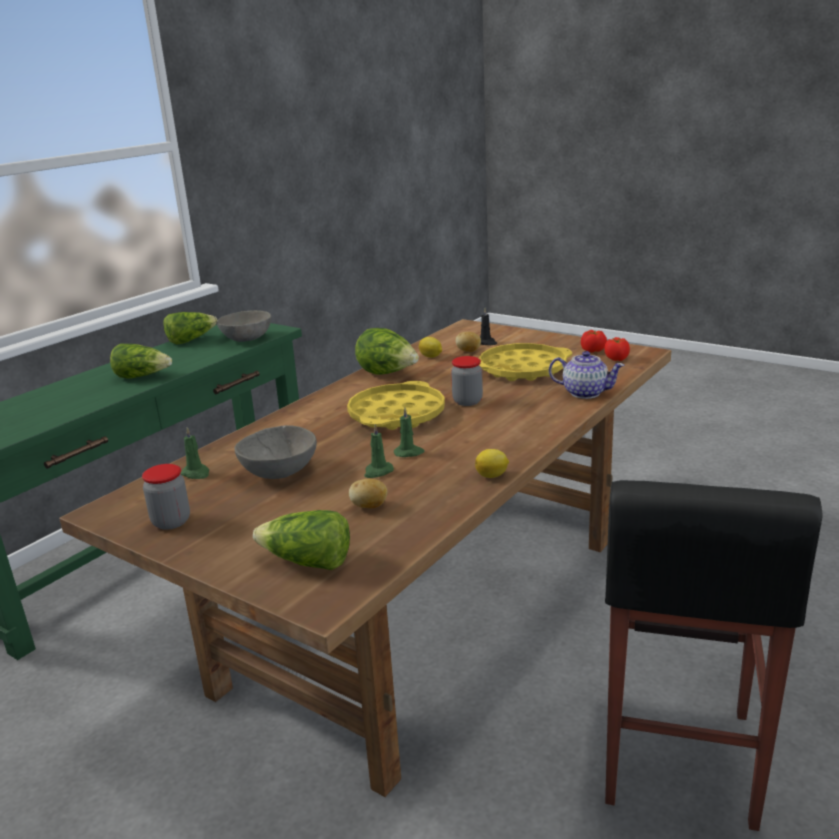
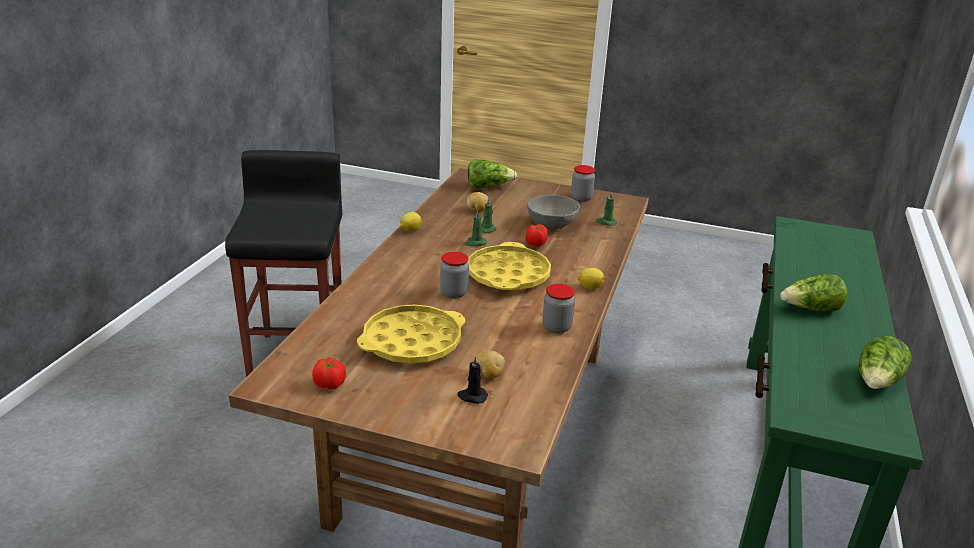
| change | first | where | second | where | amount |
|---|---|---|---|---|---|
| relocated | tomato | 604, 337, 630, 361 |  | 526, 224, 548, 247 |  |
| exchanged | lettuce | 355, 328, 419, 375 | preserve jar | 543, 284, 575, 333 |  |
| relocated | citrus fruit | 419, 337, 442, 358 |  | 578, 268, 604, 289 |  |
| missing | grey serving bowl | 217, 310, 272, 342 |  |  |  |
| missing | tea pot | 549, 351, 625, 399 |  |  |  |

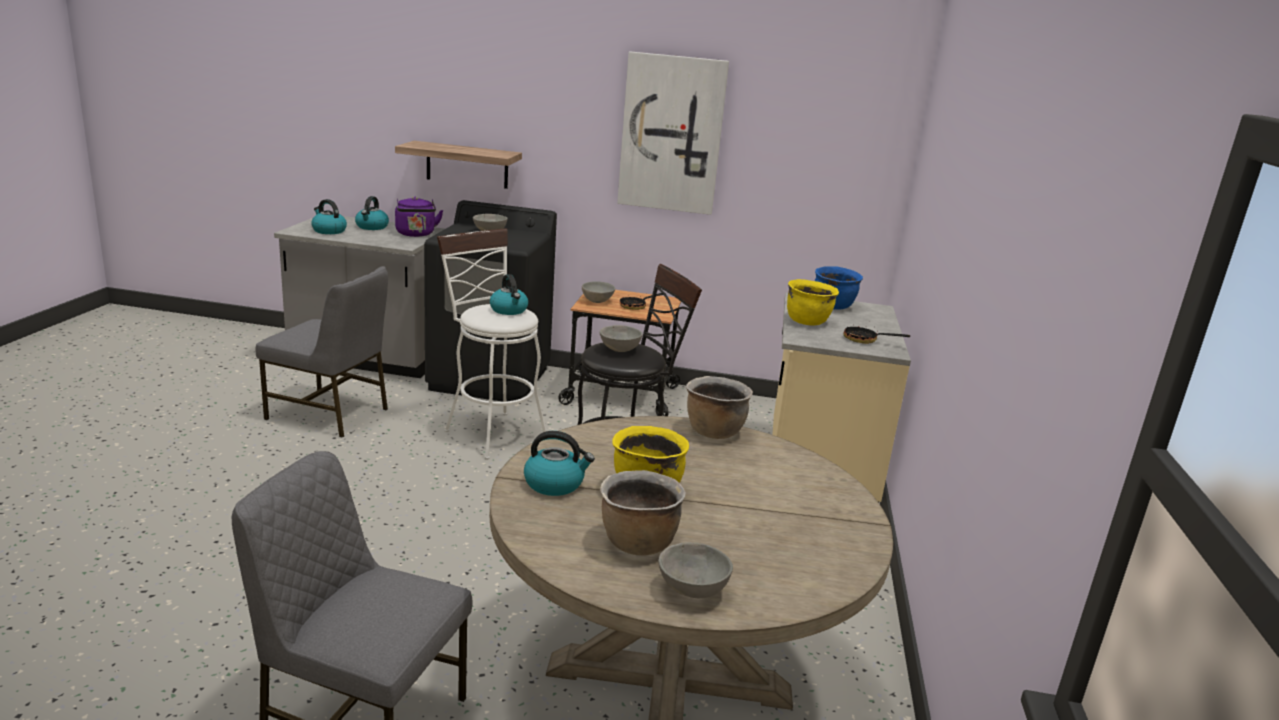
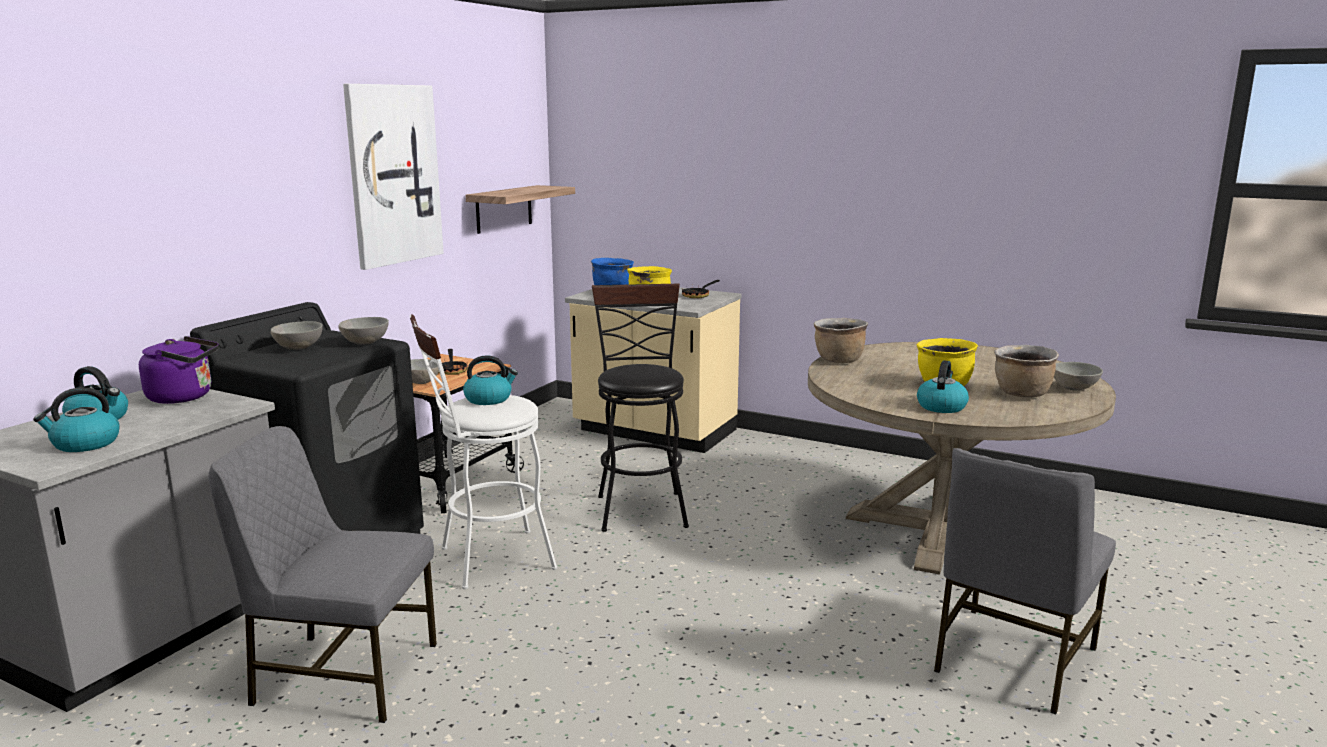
| change | first | where | second | where | amount |
|---|---|---|---|---|---|
| spun | grey upright chair | 255, 266, 388, 438 |  | 208, 426, 437, 723 | 120 degrees counterclockwise |
| relocated | grey serving bowl | 599, 325, 643, 352 |  | 338, 317, 389, 345 |  |
| relocated | wall shelf | 395, 141, 522, 189 |  | 466, 185, 575, 234 |  |

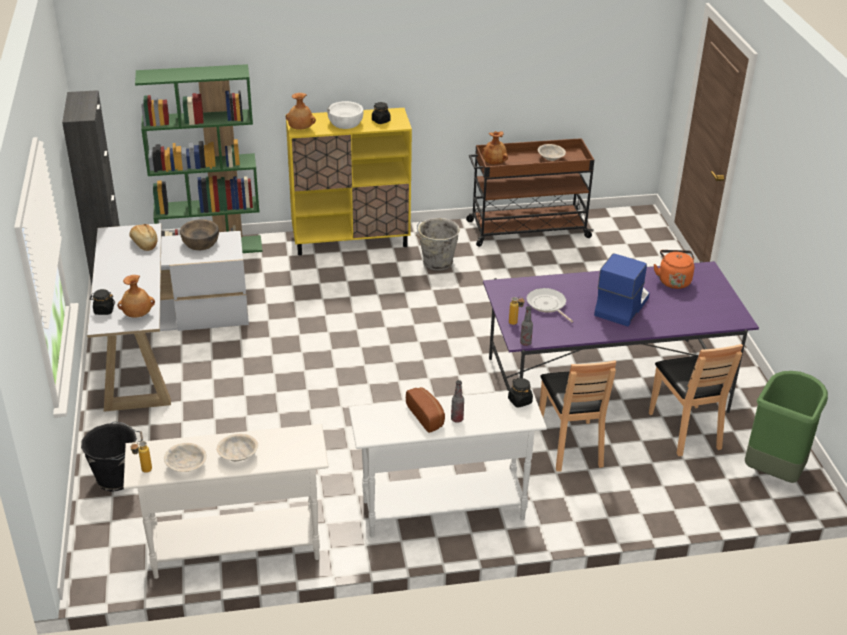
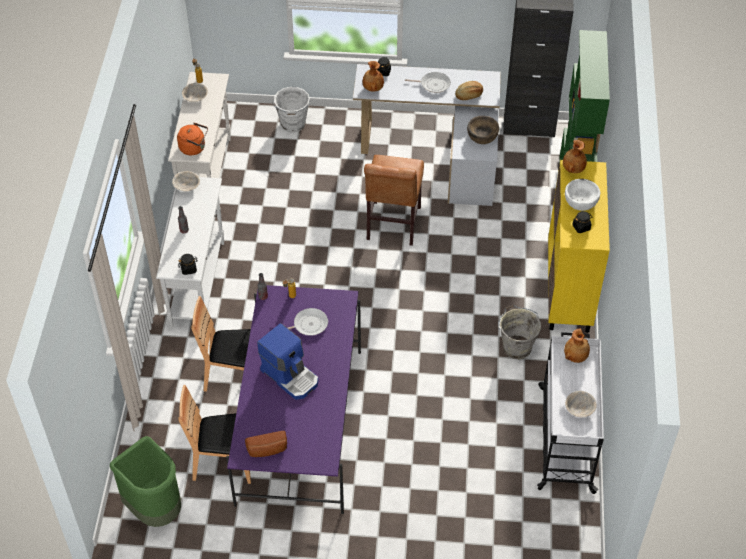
| change | first | where | second | where | amount |
|---|---|---|---|---|---|
| relocated | beige-coloured serving bowl | 217, 434, 258, 461 |  | 172, 171, 200, 191 |  |
| relocated | orange-coloured water kettle | 654, 250, 695, 289 |  | 177, 123, 208, 155 |  |
| relocated | bakery bread | 406, 387, 445, 433 |  | 245, 431, 287, 457 |  |
| colour | black pail | 81, 421, 143, 492 | whitish pail | 272, 87, 311, 132 |  |
| appeared |  |  | brown upright chair | 364, 155, 424, 246 |  |
| appeared |  |  | pan | 405, 72, 451, 93 |  |
| colour | brown wheeled cart | 466, 138, 594, 247 | whitish wheeled cart | 537, 332, 604, 494 |  |

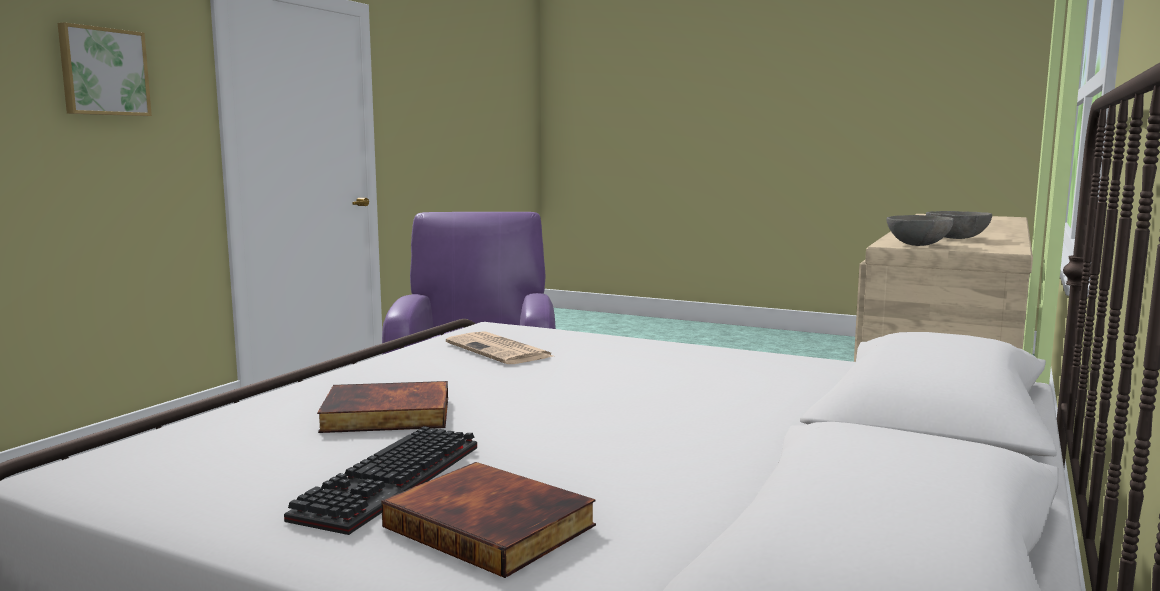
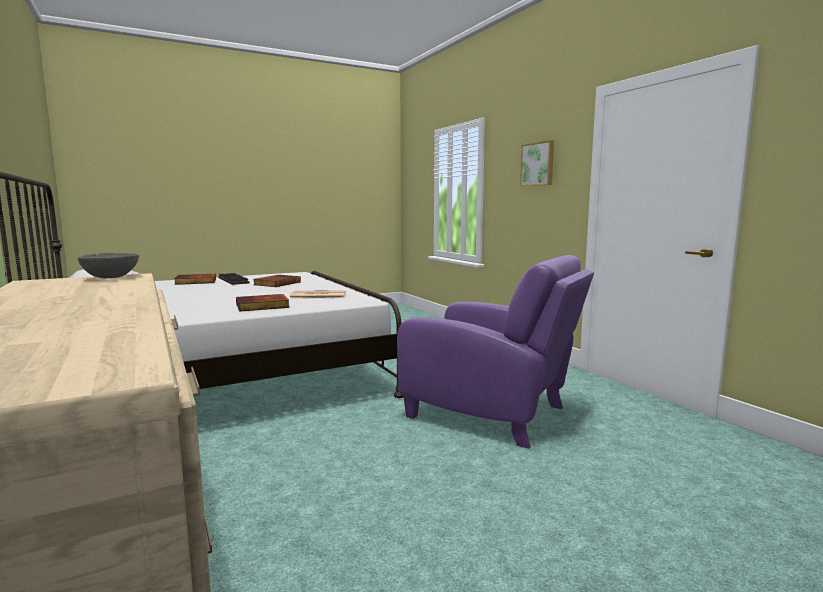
| change | first | where | second | where | amount |
|---|---|---|---|---|---|
| appeared |  |  | book | 236, 294, 290, 312 |  |
| missing | grey serving bowl | 926, 211, 992, 239 |  |  |  |

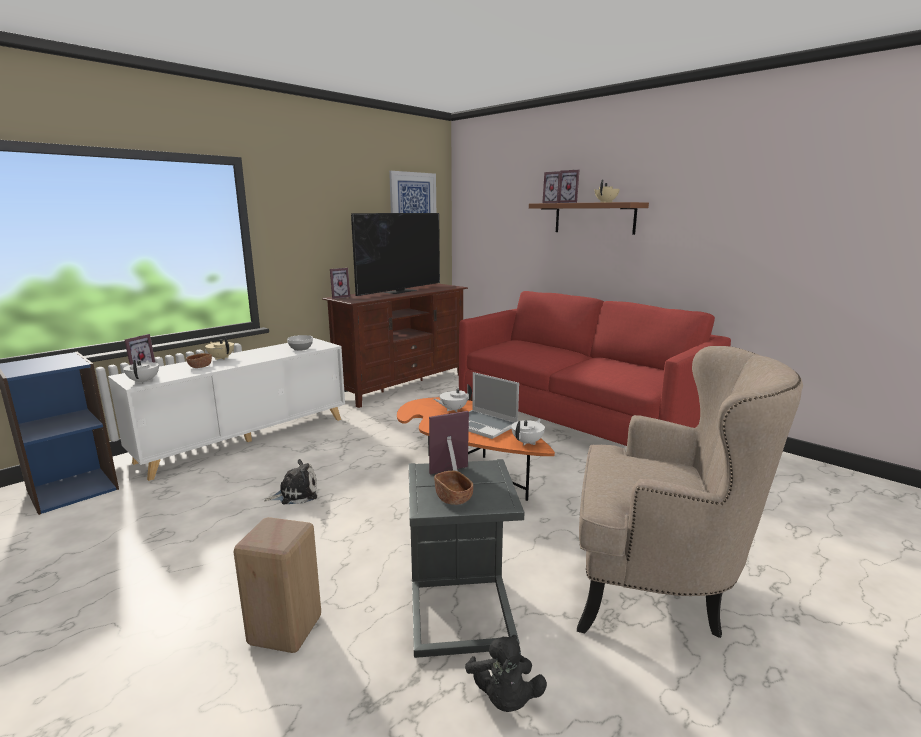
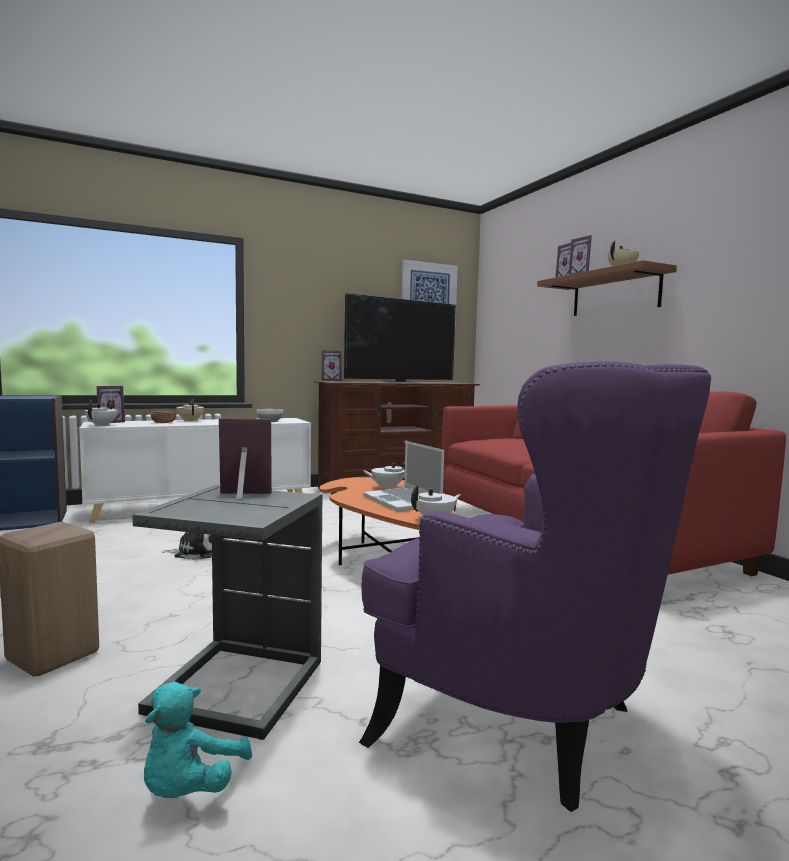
| change | first | where | second | where | amount |
|---|---|---|---|---|---|
| colour | black soft toy | 465, 635, 547, 712 | turquoise soft toy | 144, 681, 252, 798 |  |
| colour | beige-coloured easy chair | 577, 346, 803, 638 | purple-coloured easy chair | 359, 361, 711, 812 |  |
| missing | brown serving bowl | 434, 471, 473, 505 |  |  |  |

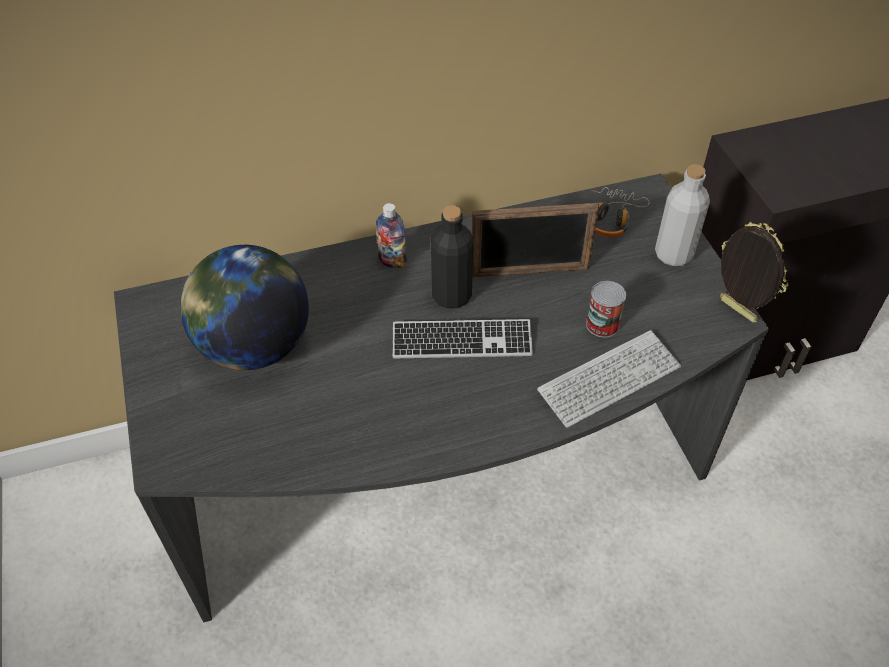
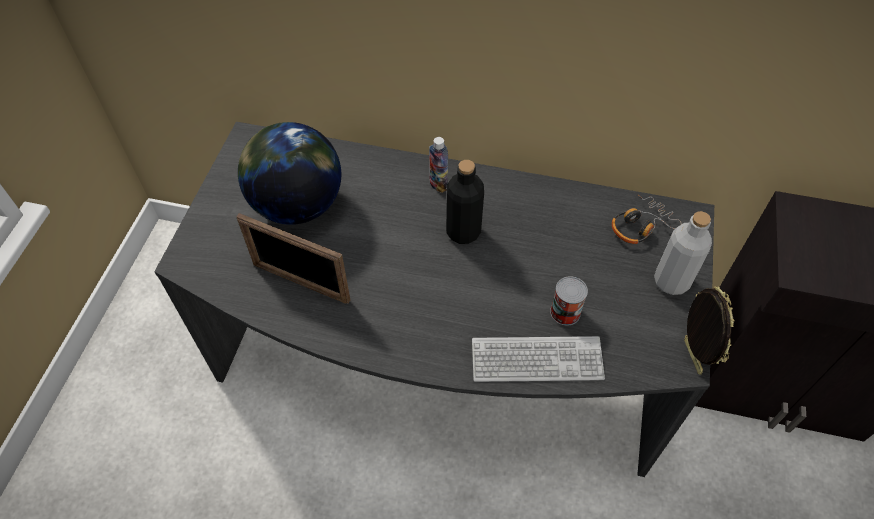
| change | first | where | second | where | amount |
|---|---|---|---|---|---|
| relocated | standing frame | 472, 203, 600, 277 |  | 236, 213, 350, 304 |  |
| missing | keyboard | 393, 319, 533, 358 |  |  |  |

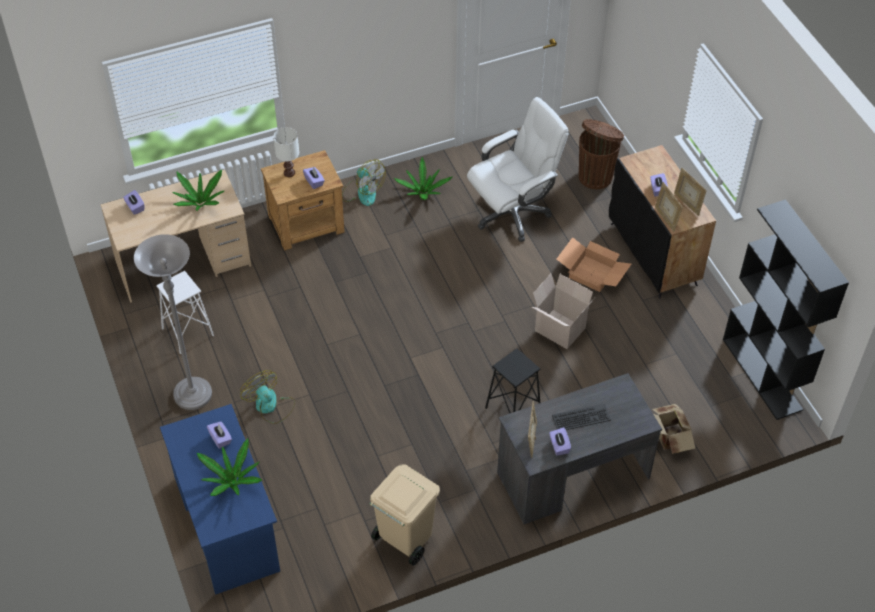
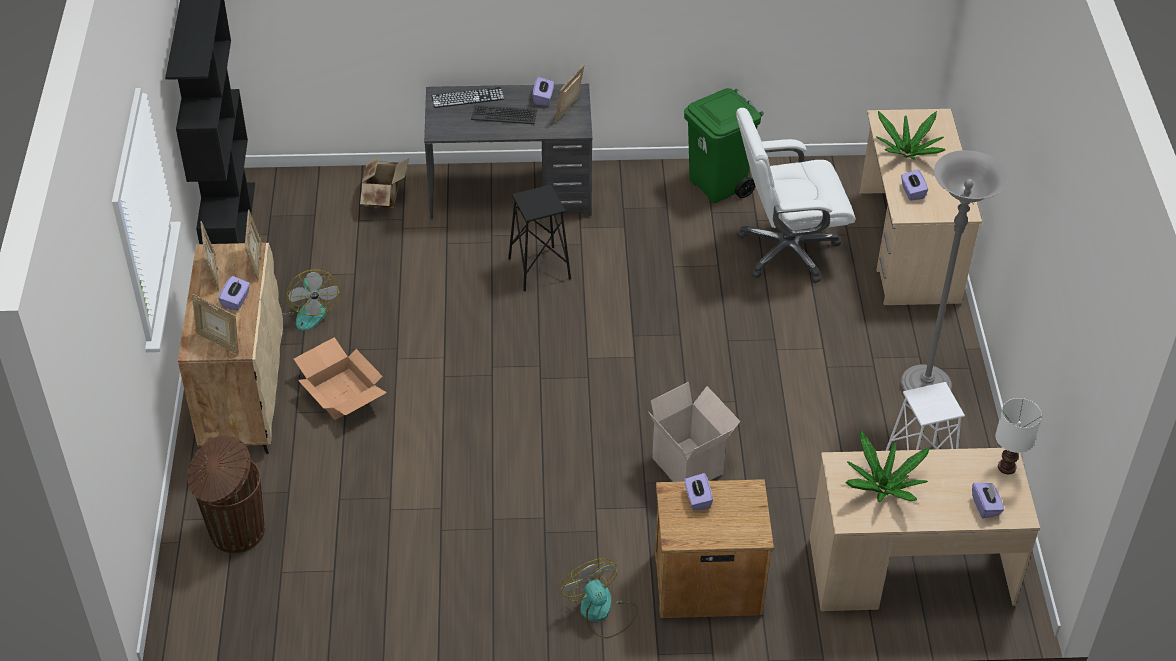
| change | first | where | second | where | amount |
|---|---|---|---|---|---|
| colour | black cabinet | 609, 145, 716, 299 | beige-coloured cabinet | 178, 243, 283, 454 |  |
| appeared |  |  | standing frame | 192, 294, 239, 354 |  |
| relocated | fan | 240, 370, 295, 424 |  | 280, 269, 340, 331 |  |
| appeared |  |  | keyboard | 432, 87, 504, 108 |  |
| relocated | carton | 532, 274, 595, 349 |  | 649, 382, 741, 482 |  |
| colour | beige-coloured waste bin | 370, 464, 440, 566 | green-coloured waste bin | 684, 88, 764, 203 |  |
| relocated | whitish computer chair | 467, 97, 569, 242 |  | 736, 108, 855, 283 |  |
| colour | bluish desk | 160, 404, 280, 595 | beige-coloured desk | 860, 109, 982, 306 |  |
| relocated | whitish tabletop lamp | 273, 127, 299, 177 |  | 995, 398, 1042, 474 |  |
| missing | houseplant | 394, 157, 452, 200 |  |  |  |

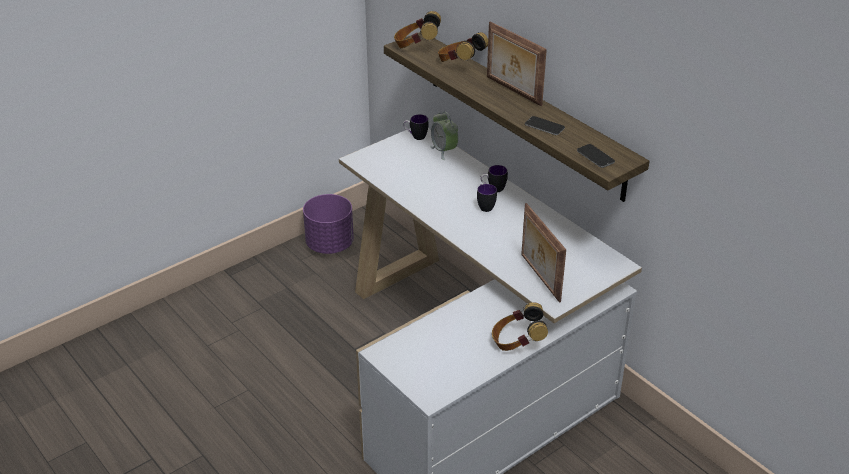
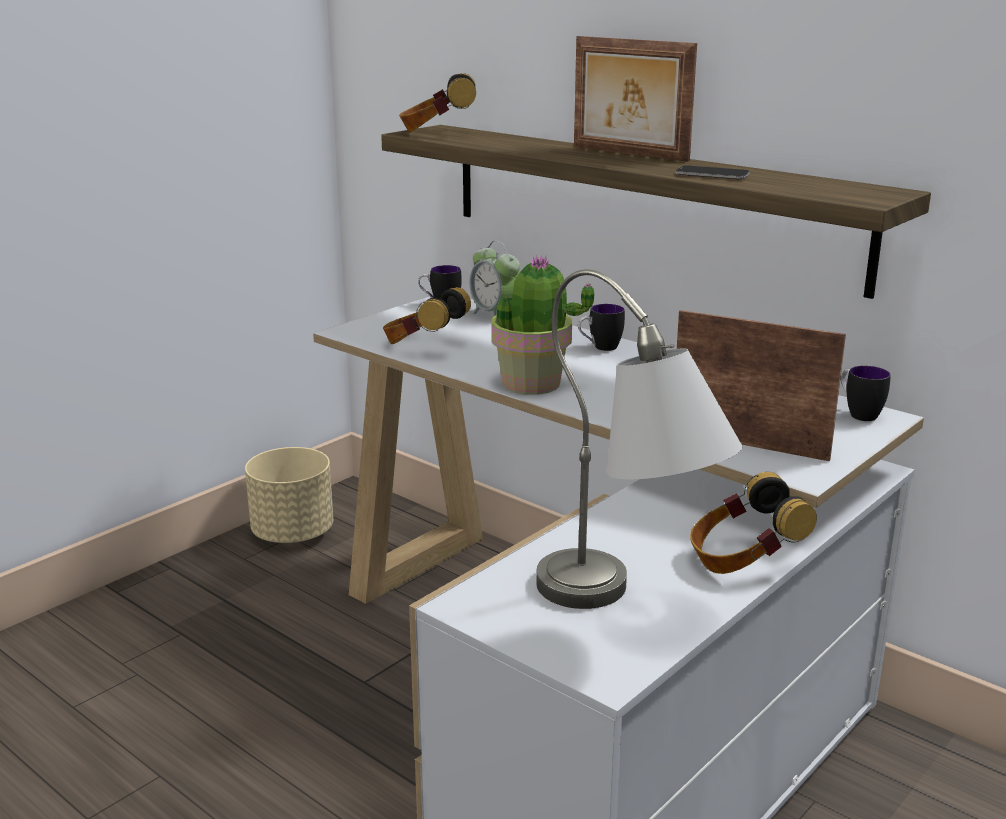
| change | first | where | second | where | amount |
|---|---|---|---|---|---|
| colour | purple-coloured flower pot | 303, 194, 354, 254 | beige-coloured flower pot | 245, 447, 333, 543 |  |
| relocated | headphones | 438, 32, 488, 62 |  | 383, 287, 471, 344 |  |
| appeared |  |  | houseplant | 491, 255, 594, 395 |  |
| appeared |  |  | grey tabletop lamp | 536, 269, 742, 609 |  |
| spun | standing frame | 521, 203, 566, 303 |  | 677, 310, 846, 461 | 150 degrees clockwise |
| relocated | mug | 477, 184, 497, 212 |  | 841, 366, 891, 421 |  |
| missing | telephone | 577, 144, 615, 168 |  |  |  |

